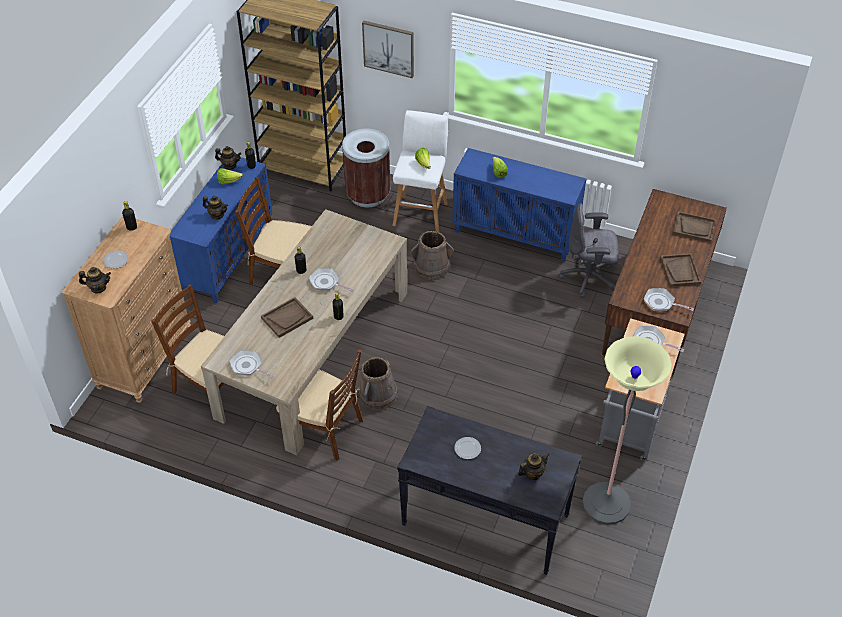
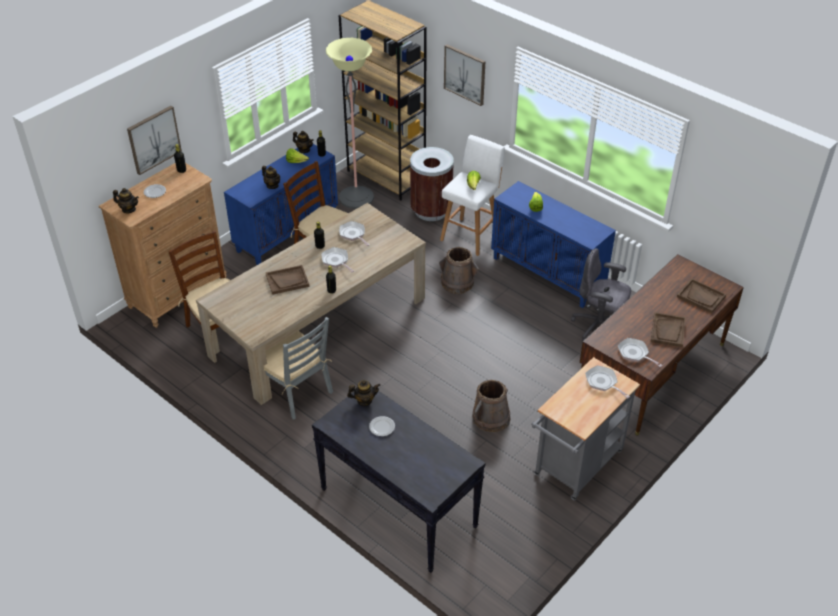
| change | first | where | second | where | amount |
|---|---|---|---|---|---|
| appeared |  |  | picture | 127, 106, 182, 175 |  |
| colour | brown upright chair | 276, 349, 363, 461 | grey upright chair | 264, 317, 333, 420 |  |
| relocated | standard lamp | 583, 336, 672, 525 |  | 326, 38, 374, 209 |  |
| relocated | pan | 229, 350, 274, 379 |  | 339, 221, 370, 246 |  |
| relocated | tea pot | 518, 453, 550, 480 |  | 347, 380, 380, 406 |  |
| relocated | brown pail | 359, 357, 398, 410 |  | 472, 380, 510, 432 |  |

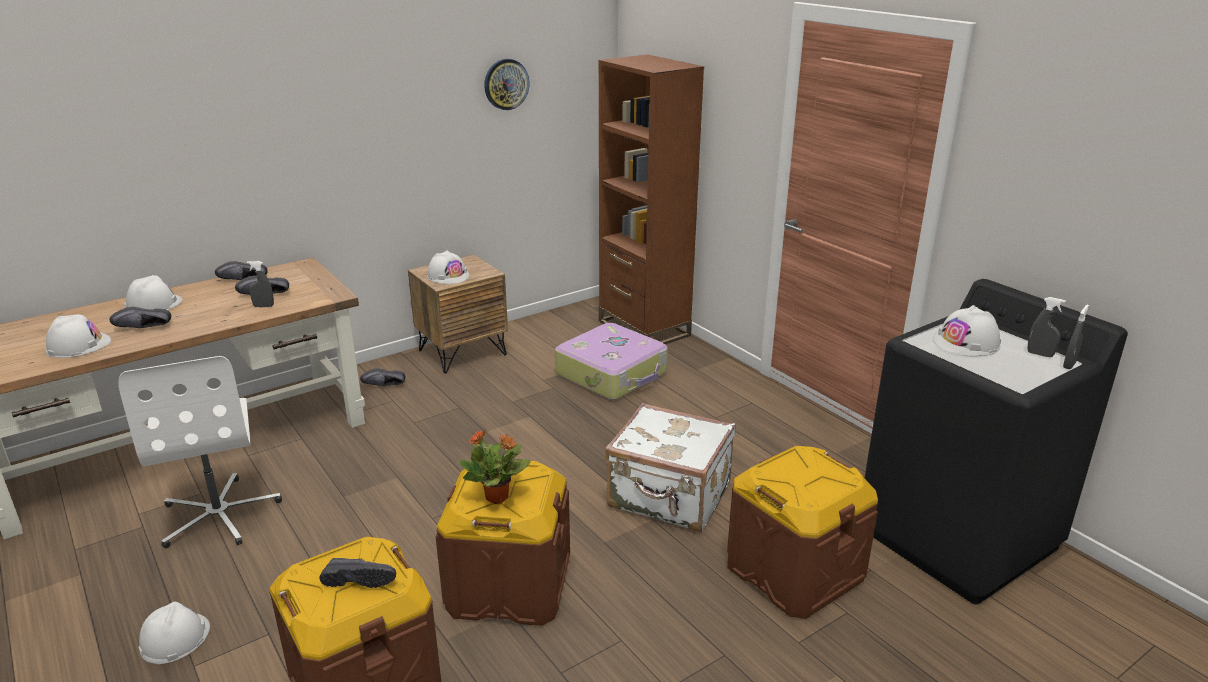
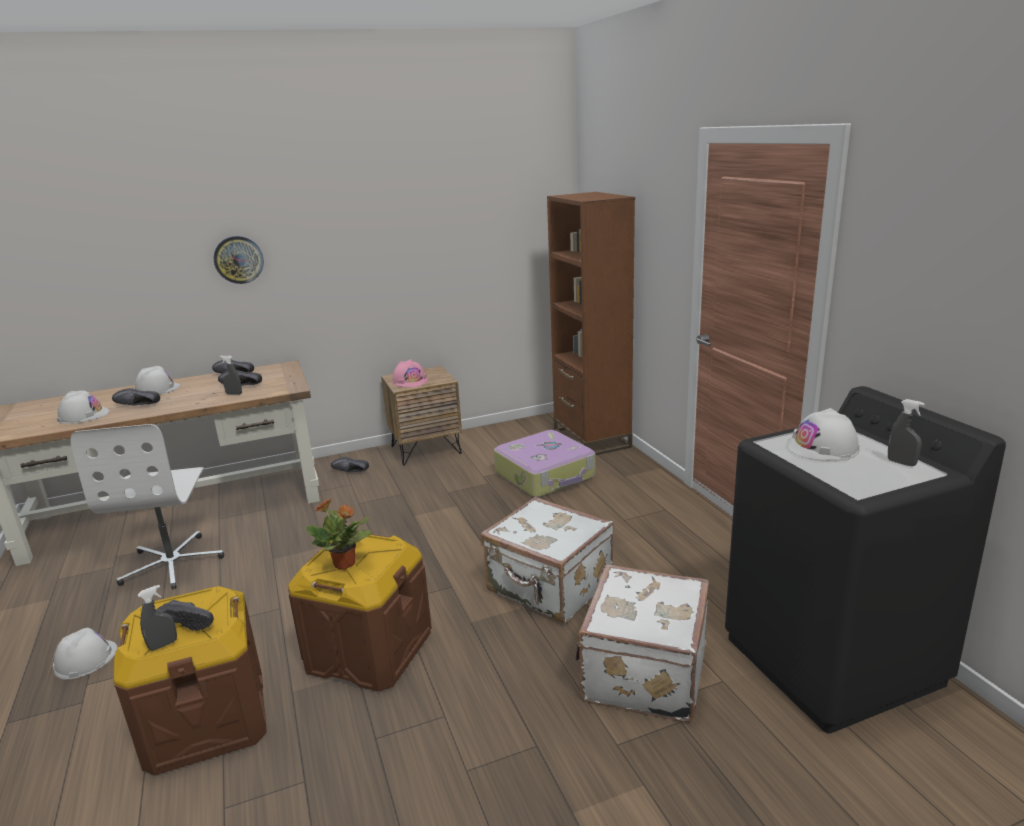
| change | first | where | second | where | amount |
|---|---|---|---|---|---|
| relocated | grey sprayer | 1063, 304, 1089, 369 |  | 138, 585, 177, 651 |  |
| relocated | wall clock | 484, 59, 530, 110 |  | 214, 236, 264, 284 |  |
| colour | whitish safety helmet | 427, 250, 469, 284 | pink-coloured safety helmet | 392, 359, 428, 387 |  |
| exchanged | brown storage box | 727, 446, 878, 619 | whitish suitcase | 576, 564, 709, 722 |  |

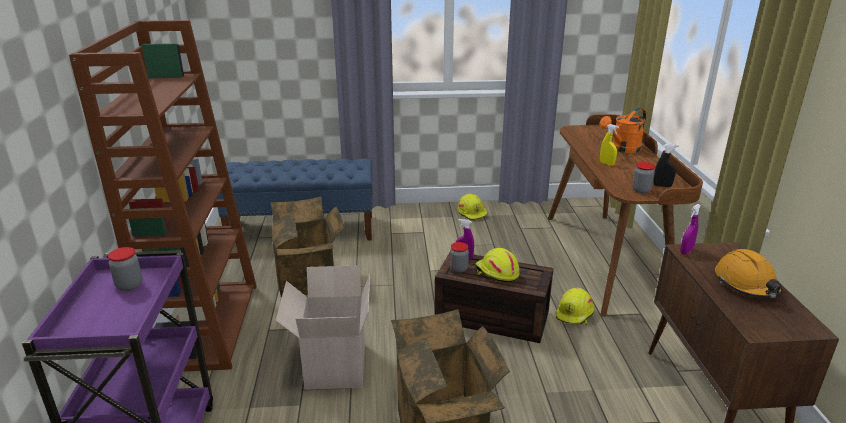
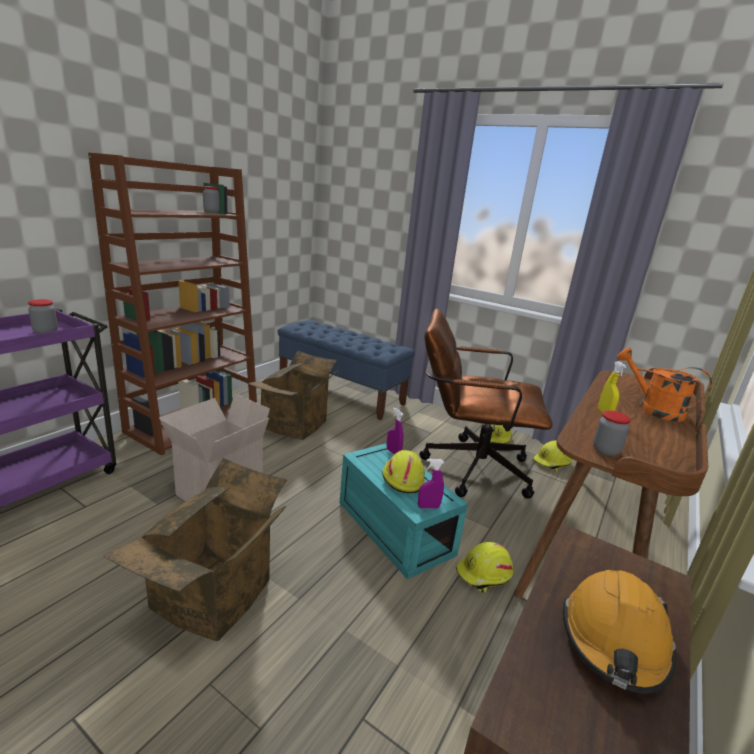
| change | first | where | second | where | amount |
|---|---|---|---|---|---|
| relocated | preserve jar | 450, 242, 469, 273 |  | 203, 186, 219, 213 |  |
| colour | brown storage box | 435, 252, 554, 343 | turquoise storage box | 339, 443, 468, 579 |  |
| relocated | purple-coloured sprayer | 680, 204, 701, 255 |  | 418, 459, 444, 509 |  |
| appeared |  |  | brown computer chair | 420, 309, 552, 499 |  |
| appeared |  |  | yellowish safety helmet | 533, 441, 572, 472 |  |
| spun | orange-coloured watering pot | 600, 108, 646, 153 |  | 617, 348, 712, 422 | 45 degrees clockwise |
| missing | black sprayer | 653, 144, 678, 187 |  |  |  |

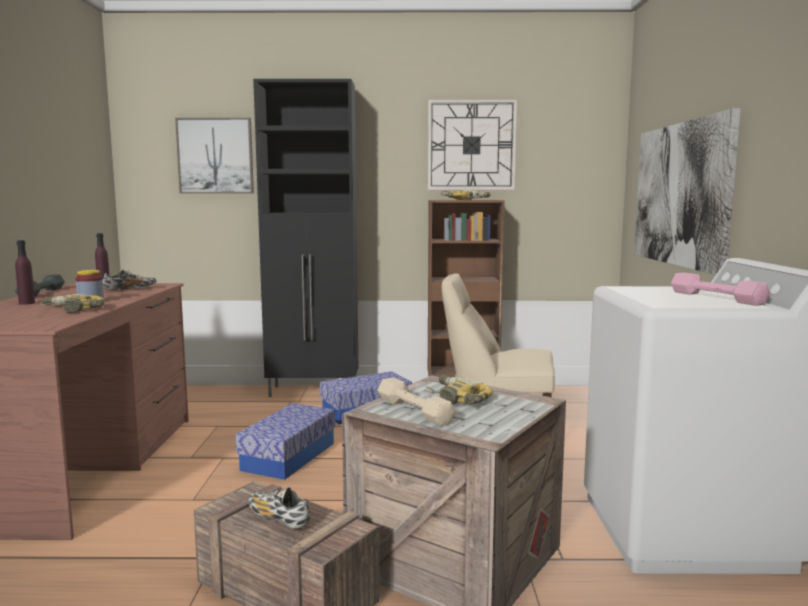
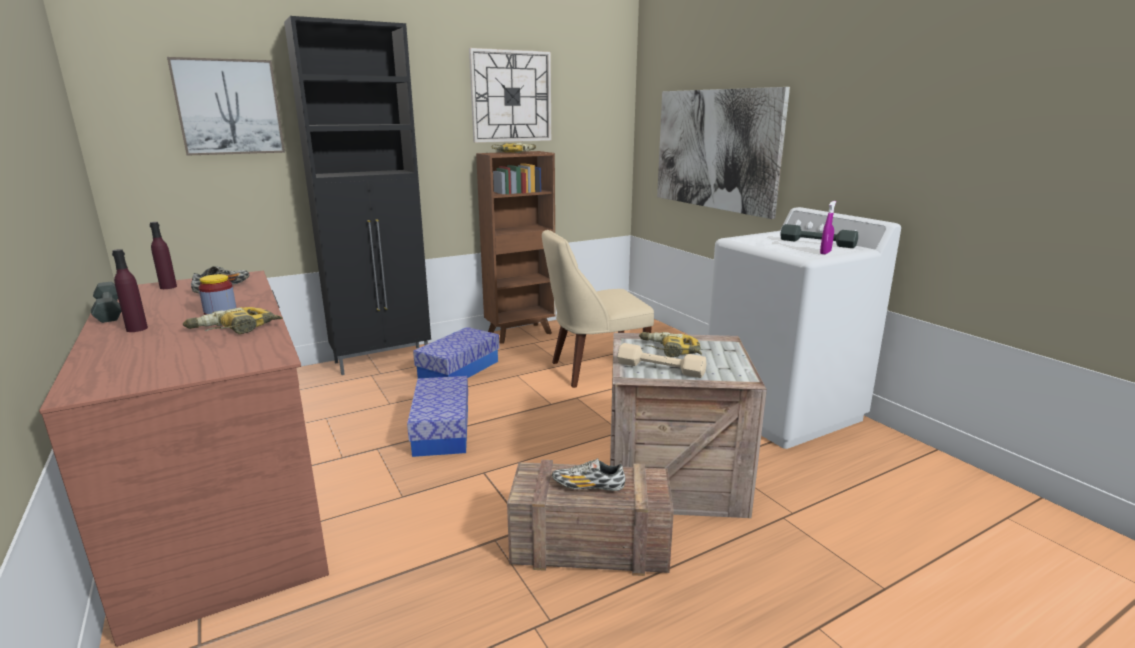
| change | first | where | second | where | amount |
|---|---|---|---|---|---|
| colour | pink-coloured dumbbell | 671, 273, 770, 306 | grey dumbbell | 780, 224, 858, 248 |  |
| appeared |  |  | purple-coloured sprayer | 820, 201, 836, 254 |  |

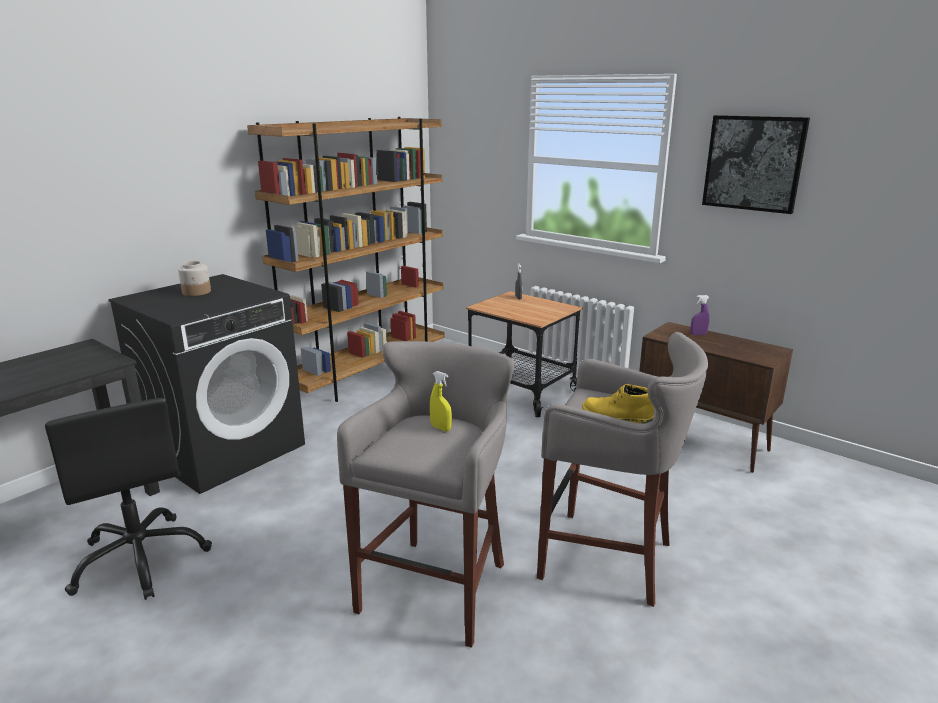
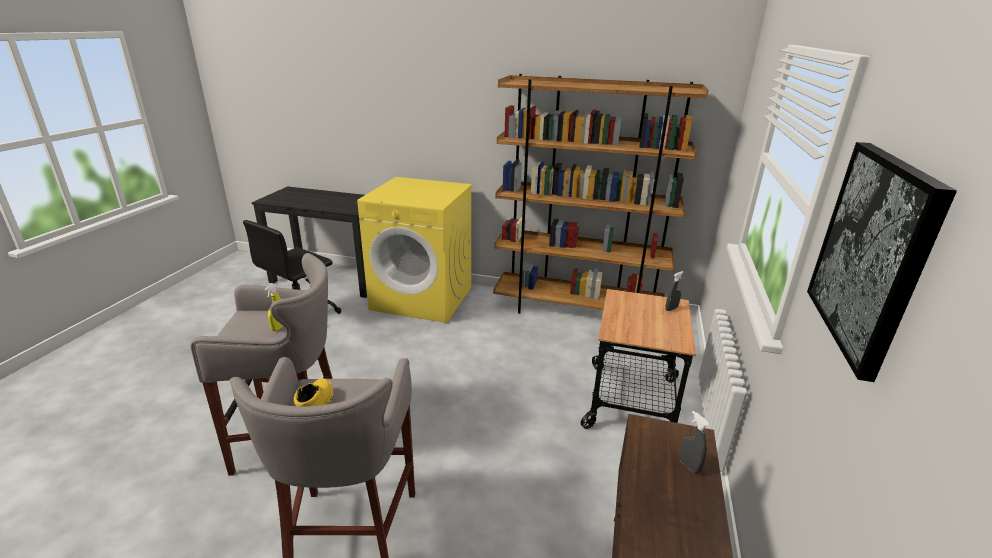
| change | first | where | second | where | amount |
|---|---|---|---|---|---|
| colour | black laundry machine | 108, 274, 305, 494 | yellowish laundry machine | 357, 177, 472, 323 |  |
| colour | purple-coloured sprayer | 691, 295, 710, 335 | grey sprayer | 679, 411, 709, 474 |  |
| missing | preserve jar | 178, 261, 211, 296 |  |  |  |

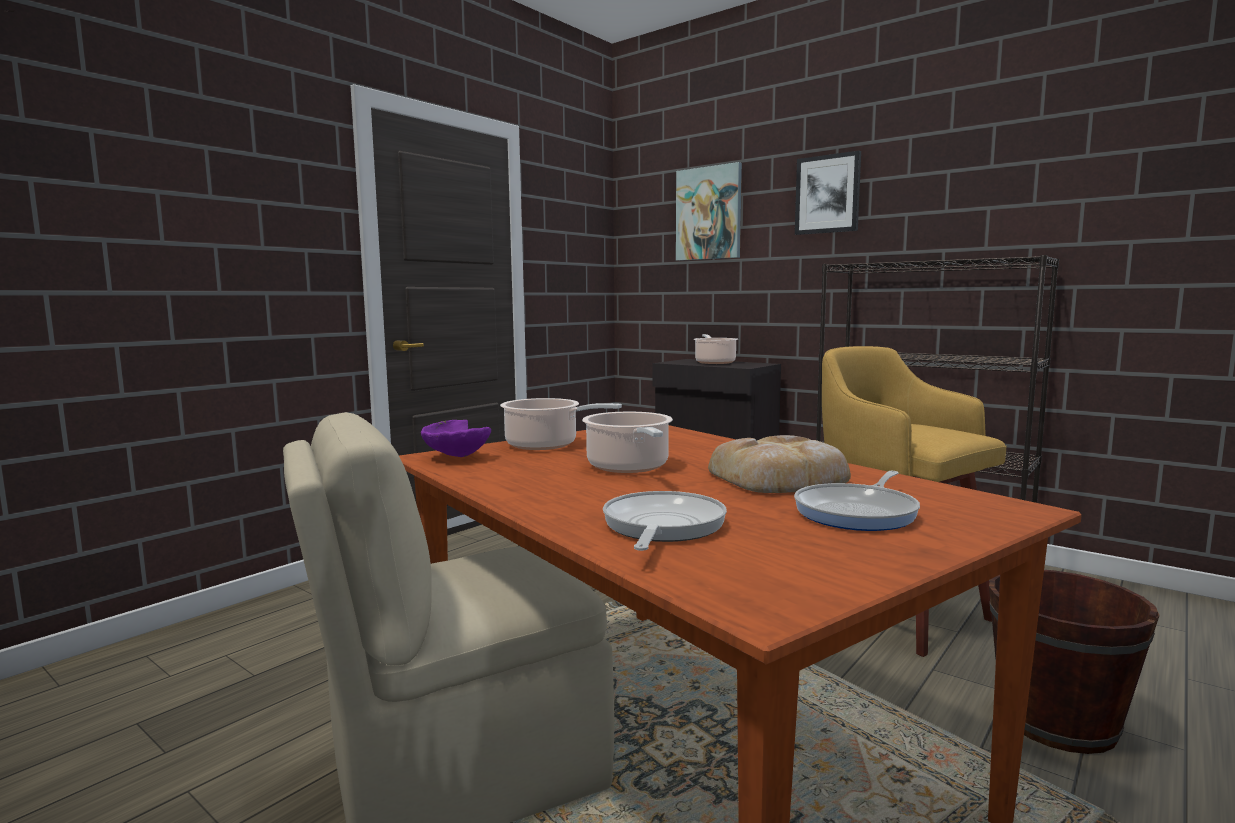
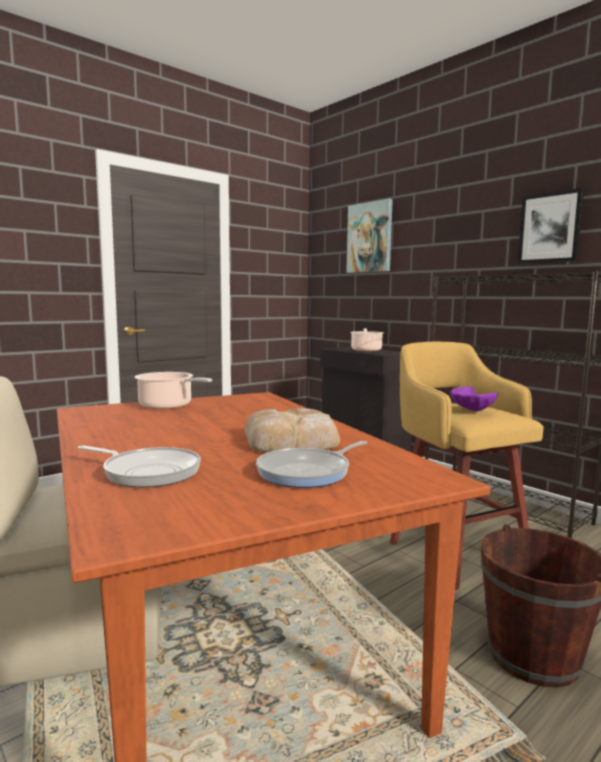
| change | first | where | second | where | amount |
|---|---|---|---|---|---|
| spun | pan | 603, 491, 727, 551 |  | 77, 445, 201, 487 | 90 degrees clockwise |
| relocated | purple-coloured serving bowl | 421, 420, 491, 457 |  | 450, 387, 498, 411 |  |
| relocated | picture | 795, 150, 861, 235 |  | 517, 188, 584, 264 |  |
| missing | saucepot | 582, 412, 673, 473 |  |  |  |

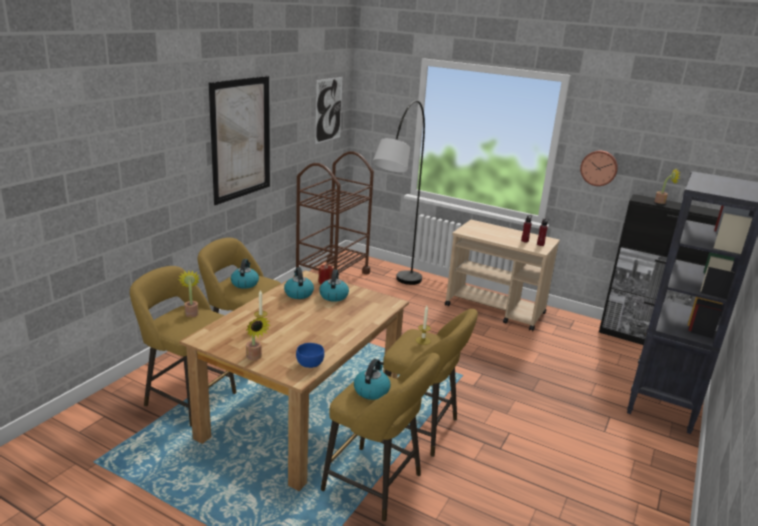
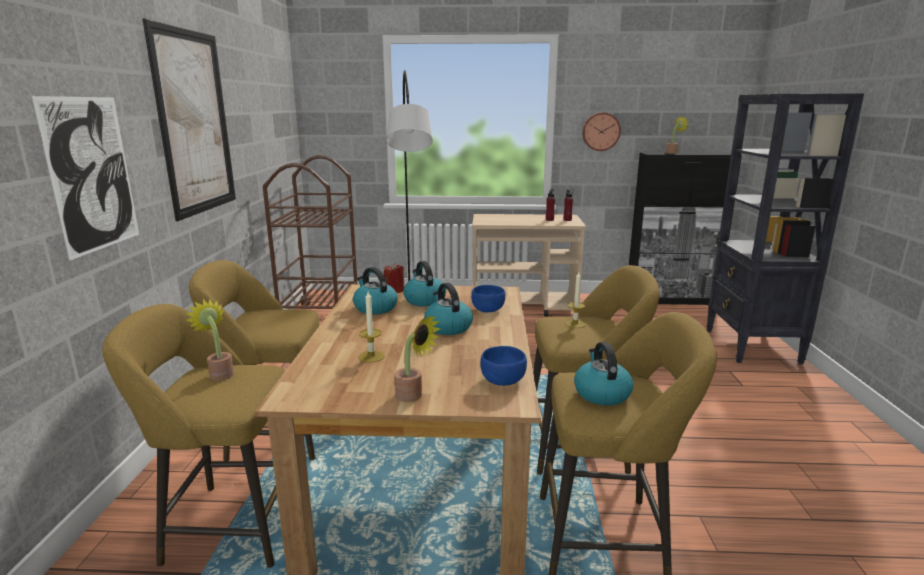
| change | first | where | second | where | amount |
|---|---|---|---|---|---|
| relocated | picture | 315, 77, 342, 144 |  | 31, 96, 139, 261 |  |
| relocated | water kettle | 231, 259, 259, 289 |  | 424, 283, 473, 335 |  |
| appeared |  |  | bluish serving bowl | 471, 285, 506, 312 |  |

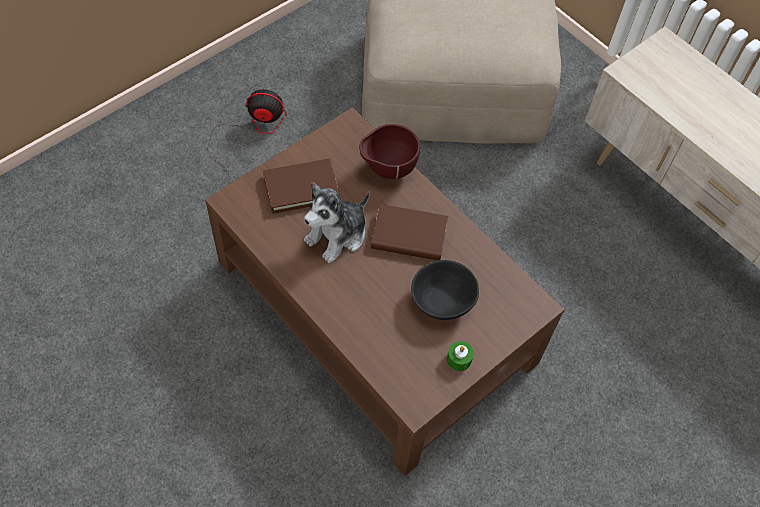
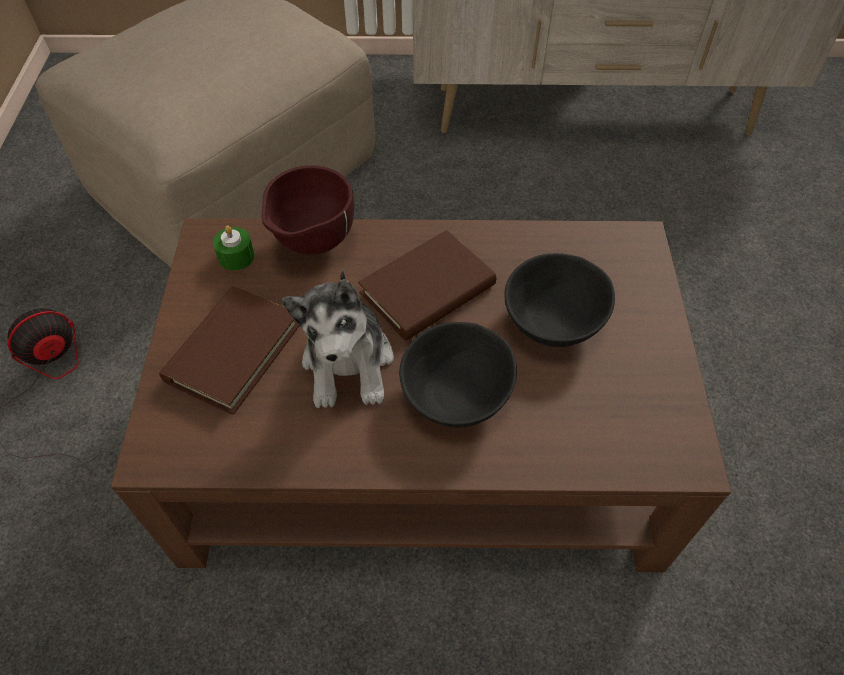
| change | first | where | second | where | amount |
|---|---|---|---|---|---|
| relocated | green-coloured wax candle | 447, 341, 474, 371 |  | 213, 226, 255, 271 |  |
| appeared |  |  | black serving bowl | 399, 322, 517, 427 |  |

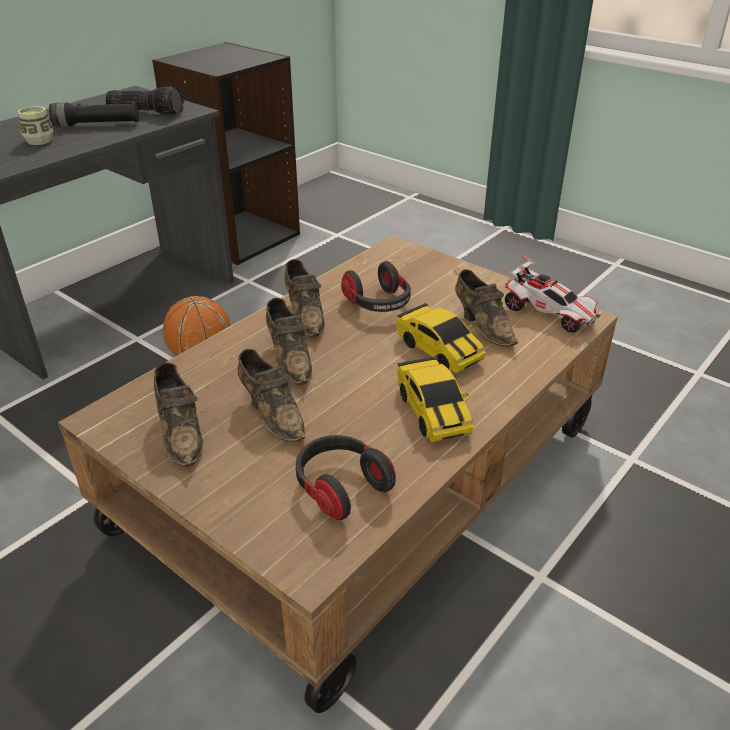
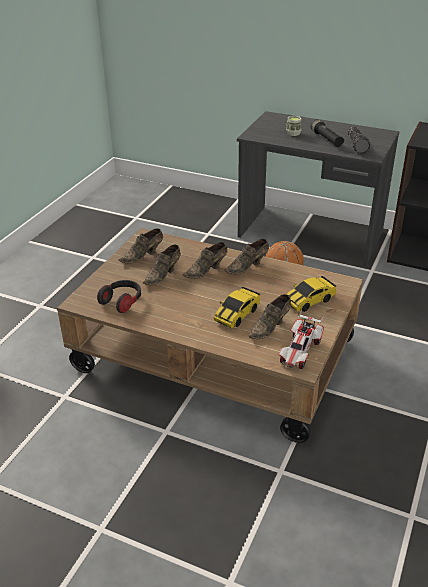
| change | first | where | second | where | amount |
|---|---|---|---|---|---|
| relocated | miniature car | 397, 356, 474, 442 |  | 286, 276, 336, 312 |  |
| missing | headphones | 341, 261, 411, 312 |  |  |  |

